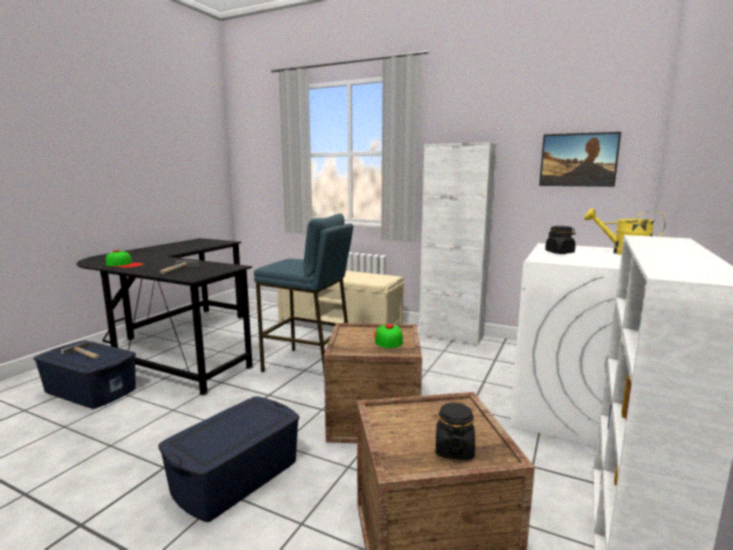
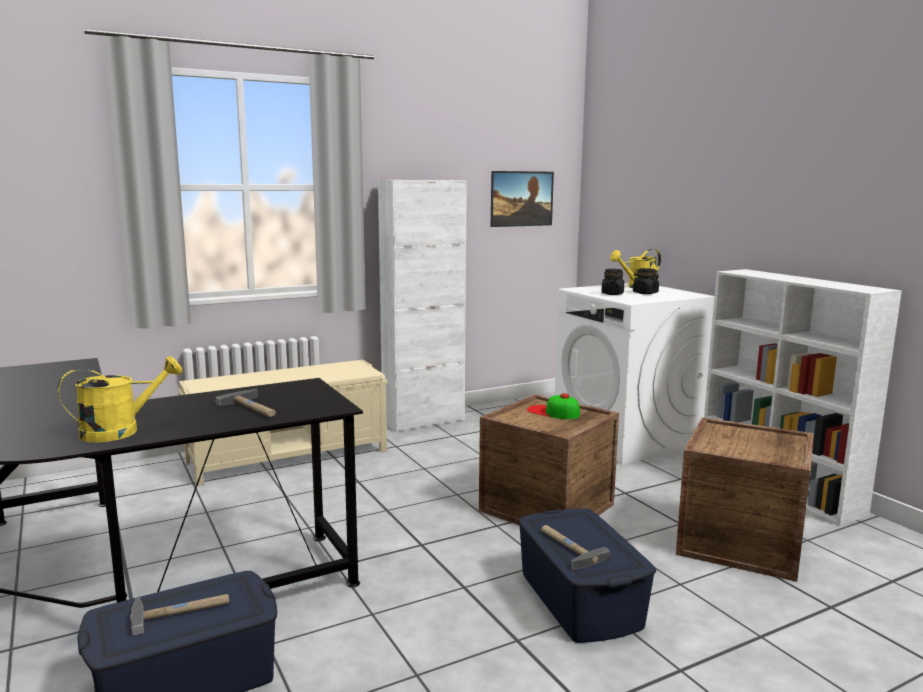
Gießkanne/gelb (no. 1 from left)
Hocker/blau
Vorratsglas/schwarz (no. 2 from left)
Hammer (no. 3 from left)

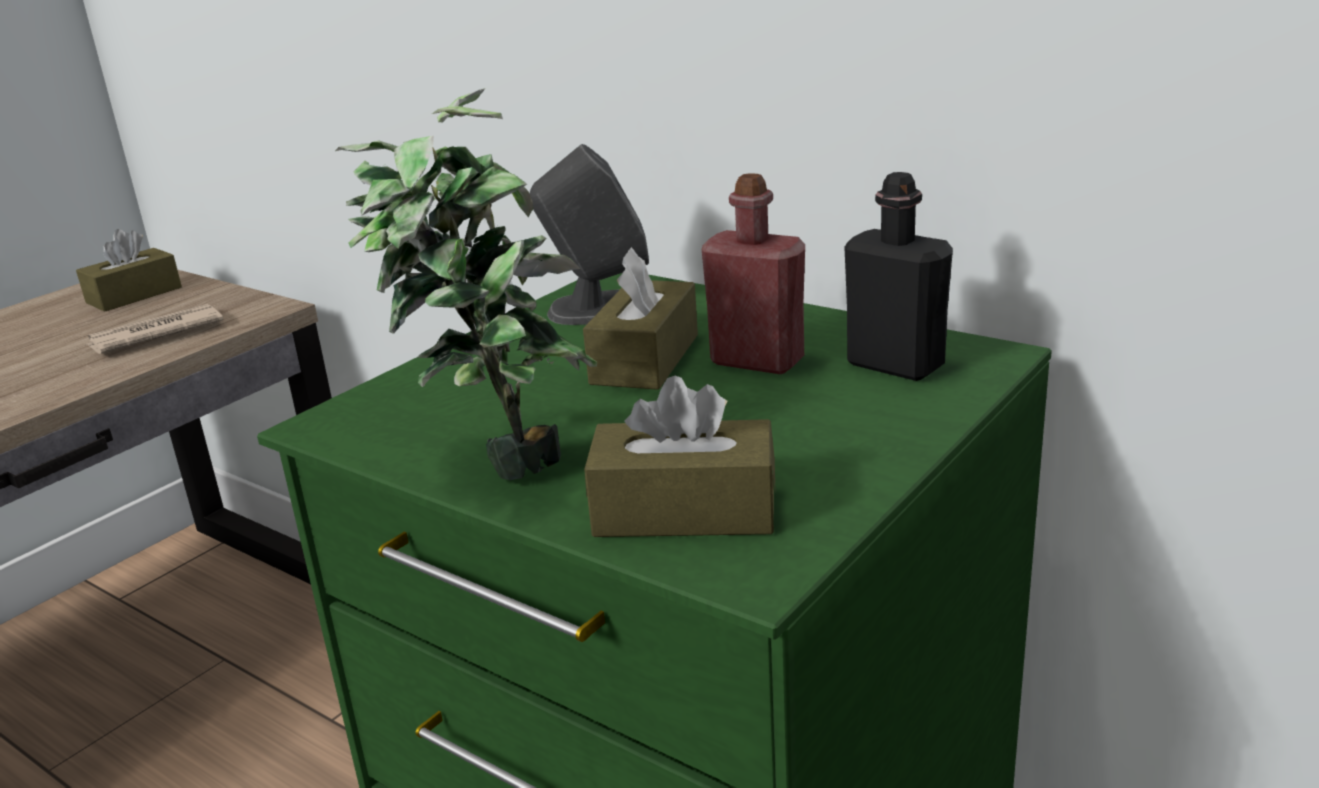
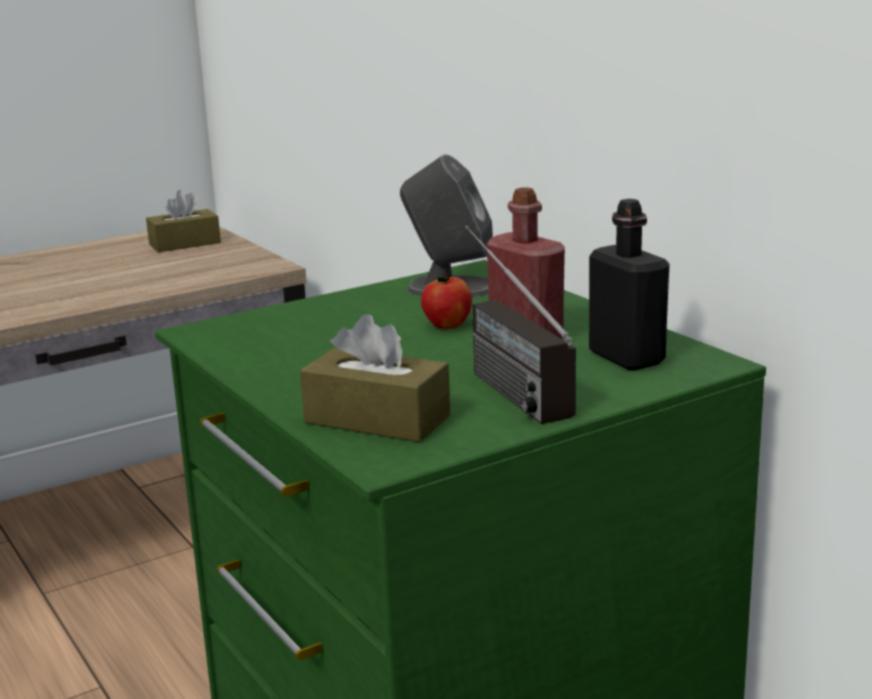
Zeitung
Topfpflanze
Apfel
Radio

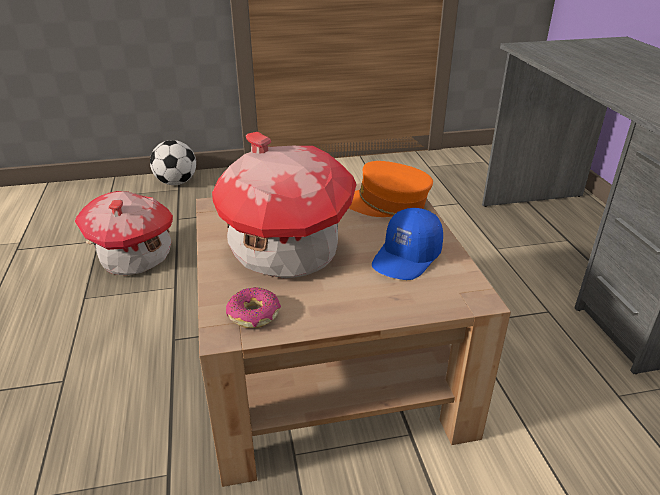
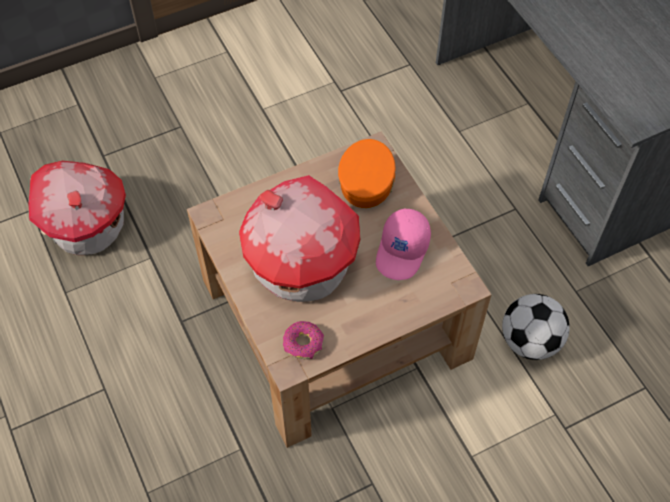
Fußball
Kappe/orange
Kappe/rosa

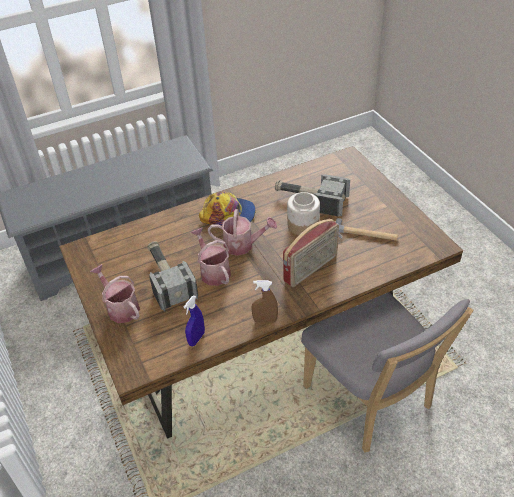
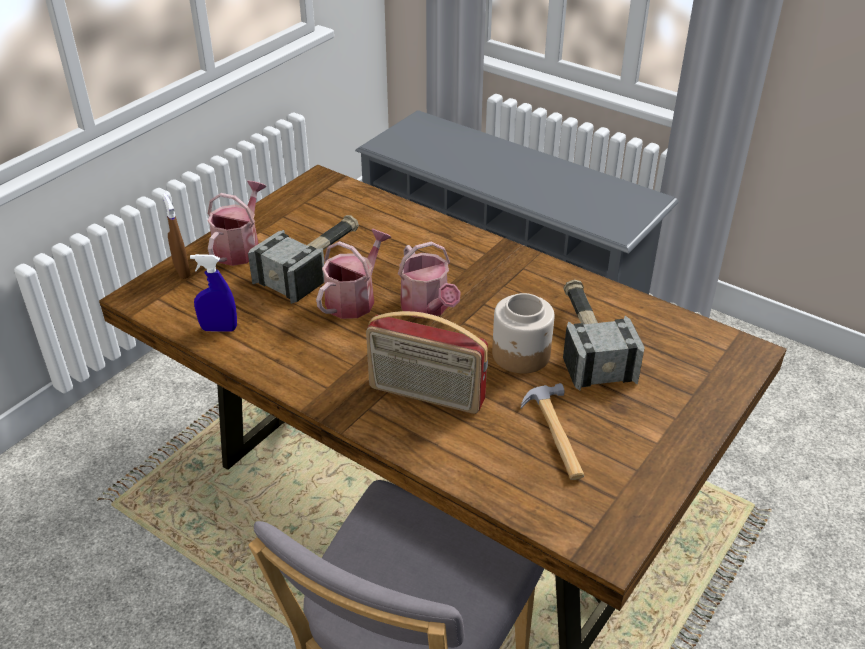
Kappe
Sprühflasche/braun

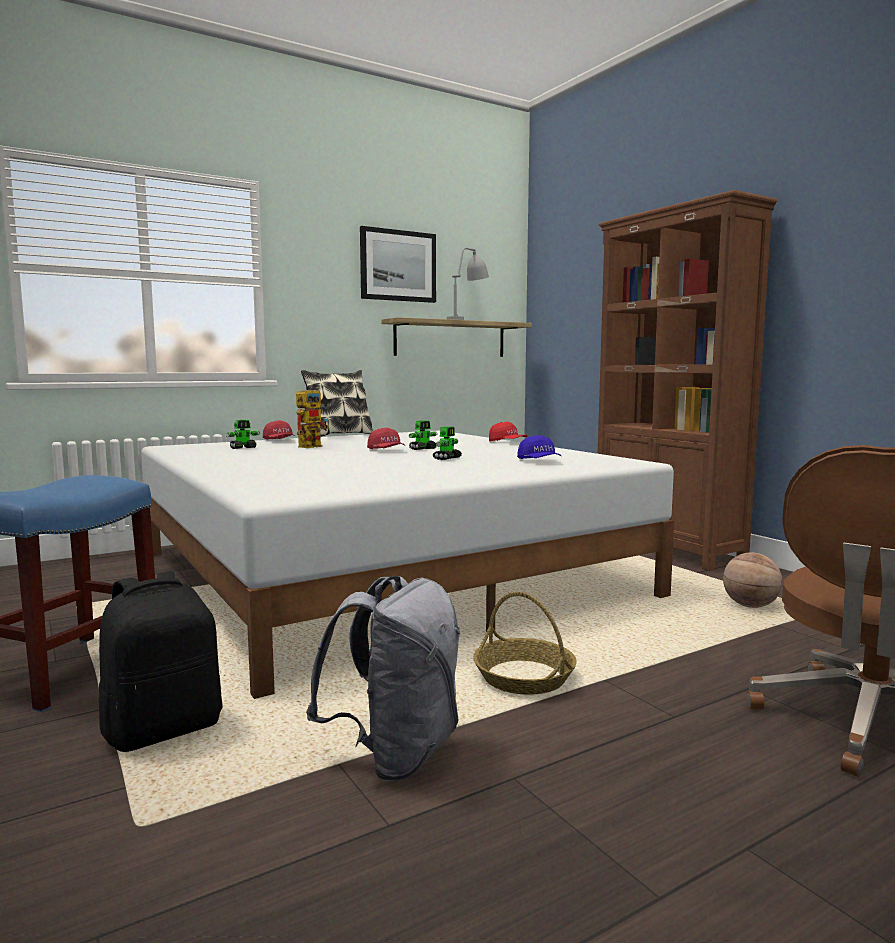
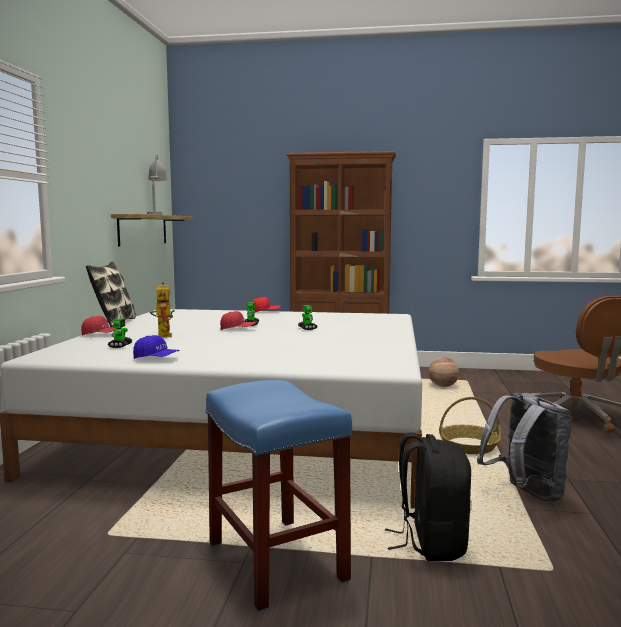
Bild
Kappe/blau

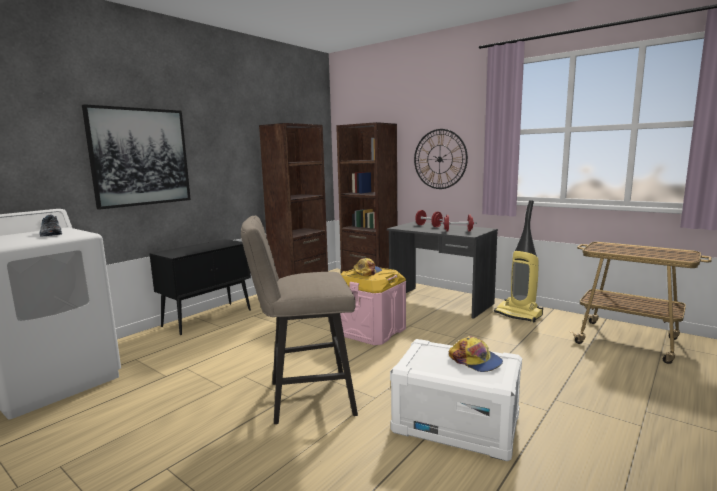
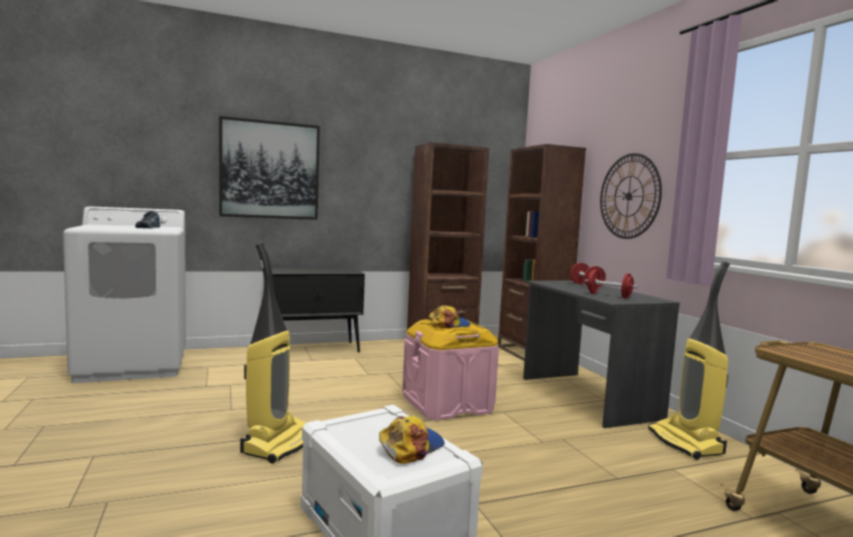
Staubsauger (no. 1 from left)
Kappe (no. 1 from left)

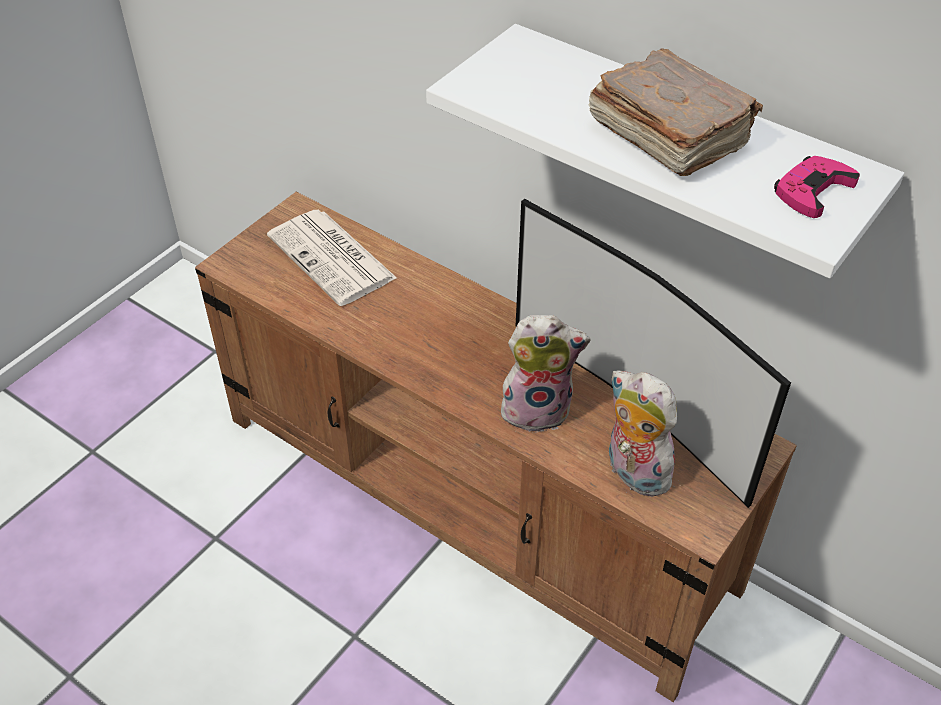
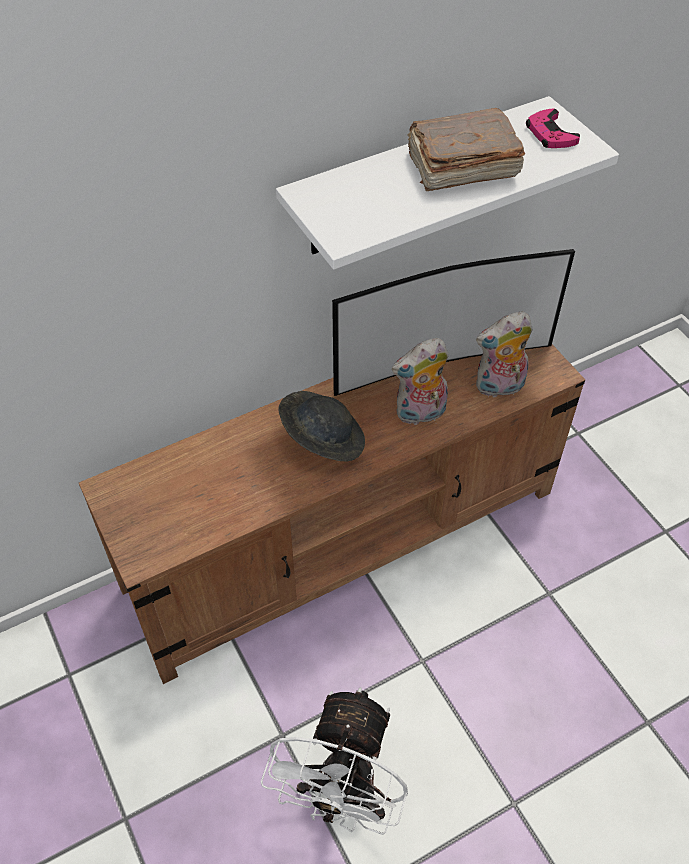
Zeitung
Plüschtier (no. 1 from left)
Ventilator/weiß
Hut/grau

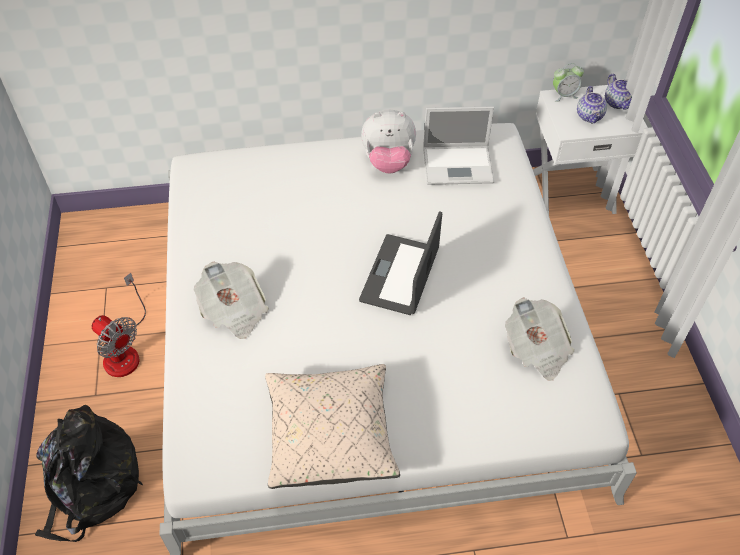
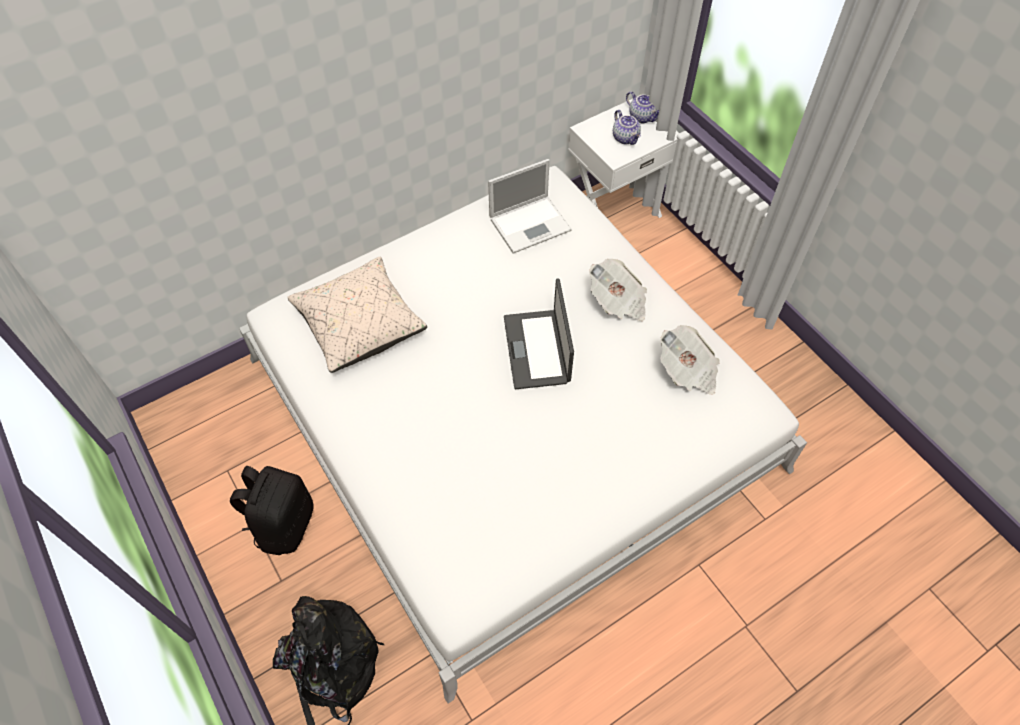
Rucksack/schwarz (no. 1 from left)
Zeitung (no. 1 from left)
Kissen/beige
Plüschtier
Wecker

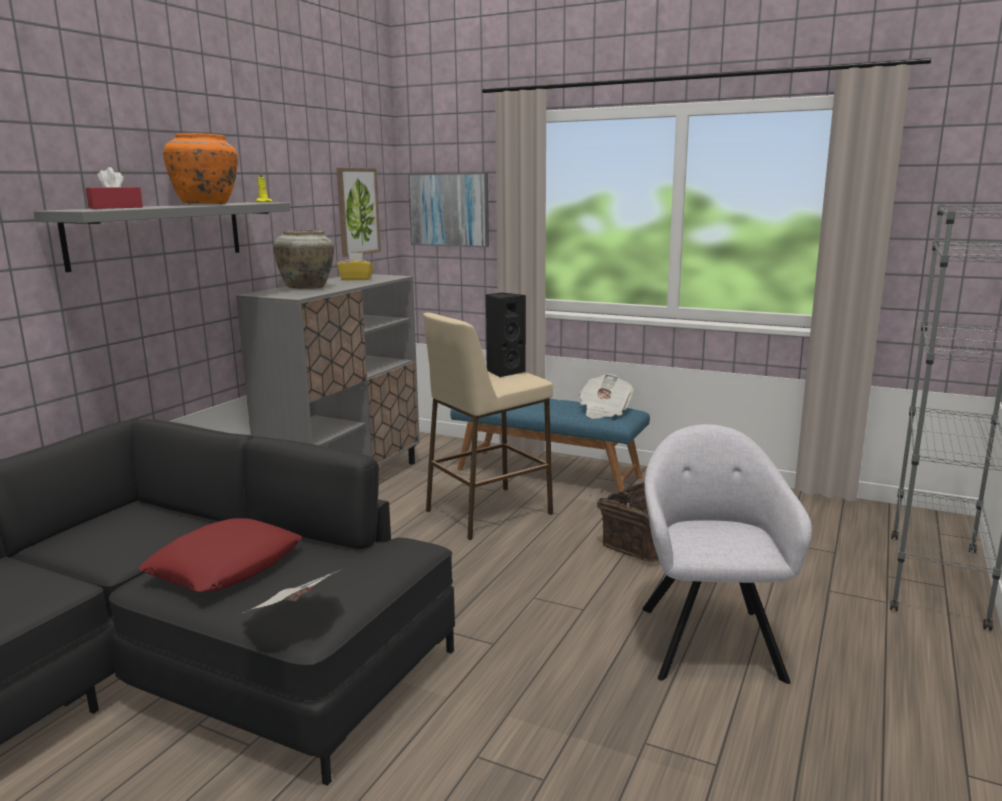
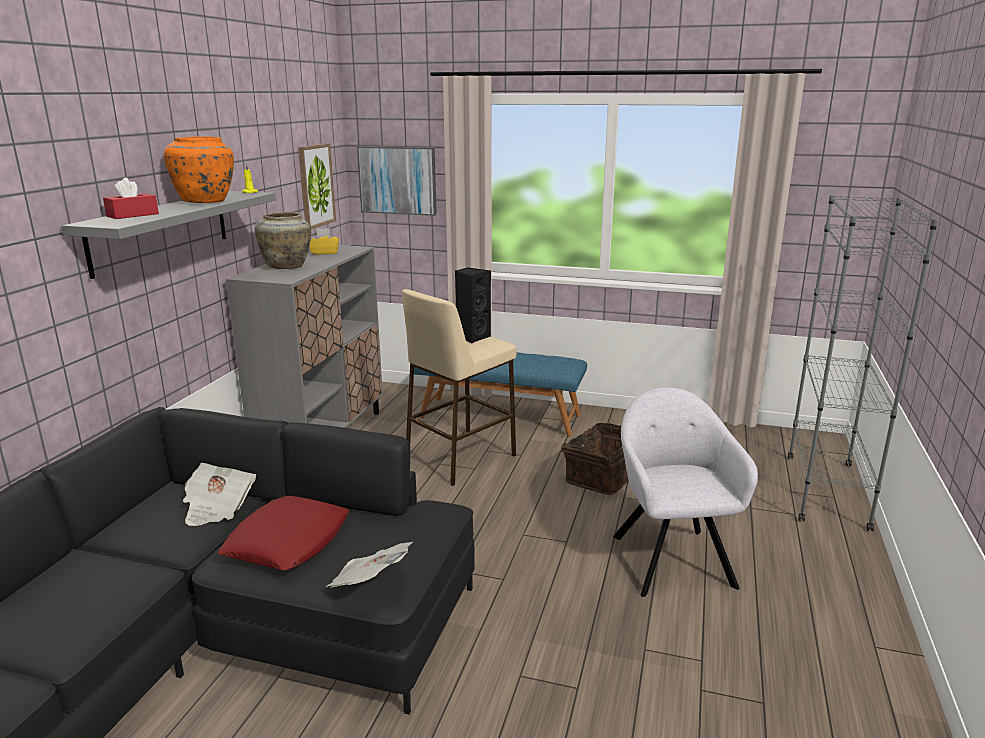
Zeitung (no. 1 from left)

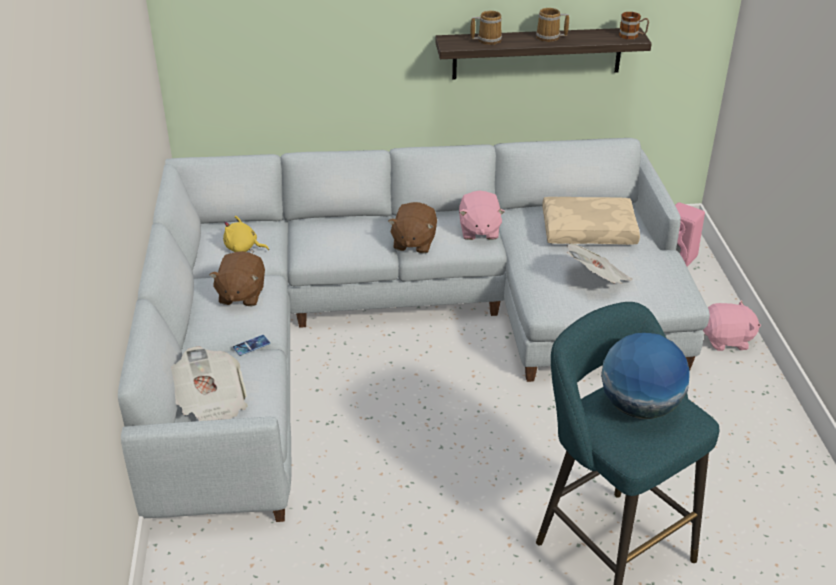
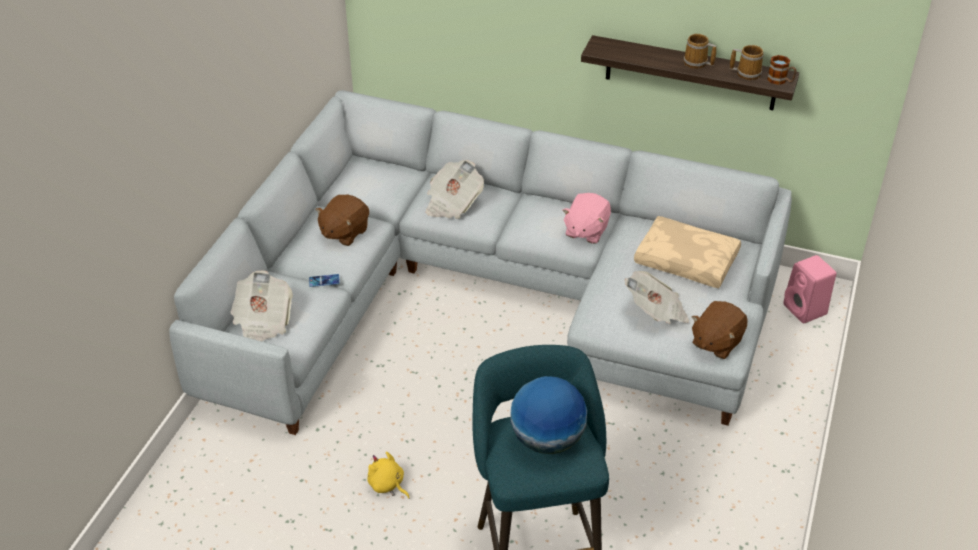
Plüschtier/gelb
Plüschtier/braun (no. 2 from left)
Henkelbecher (no. 2 from left)
Plüschtier/rosa (no. 2 from left in the first image)
Zeitung (no. 2 from left)

